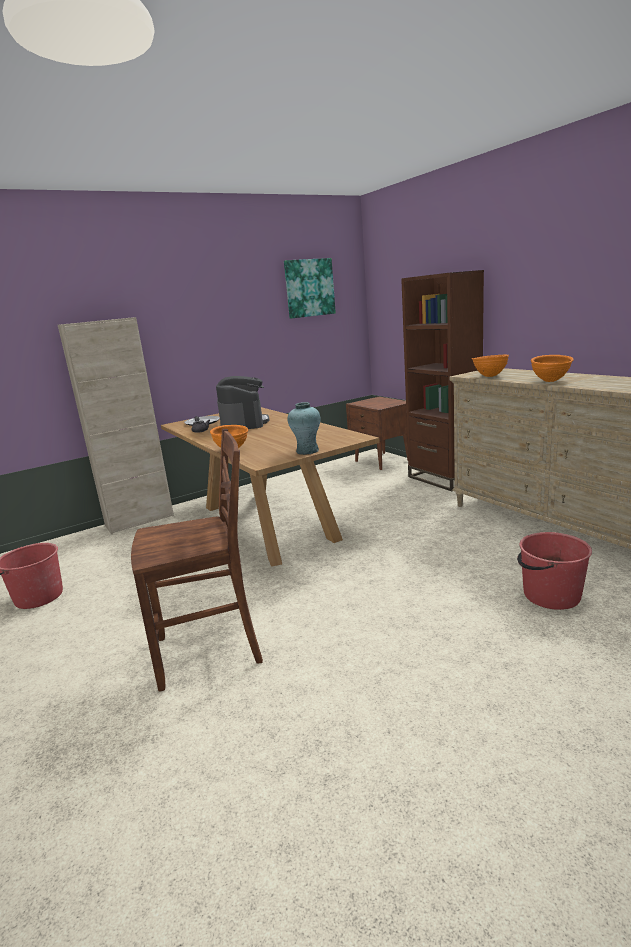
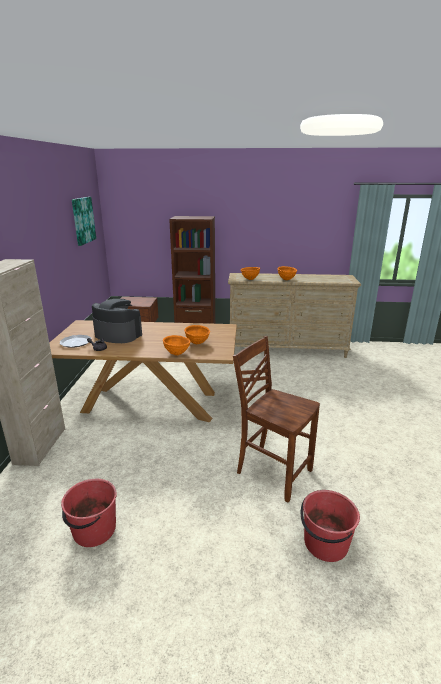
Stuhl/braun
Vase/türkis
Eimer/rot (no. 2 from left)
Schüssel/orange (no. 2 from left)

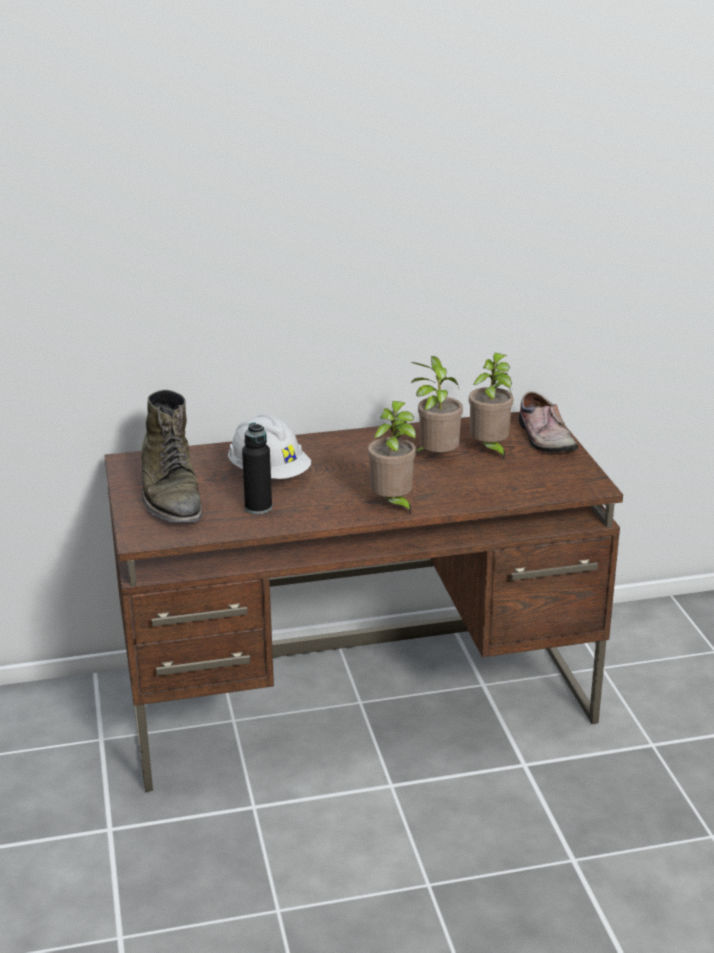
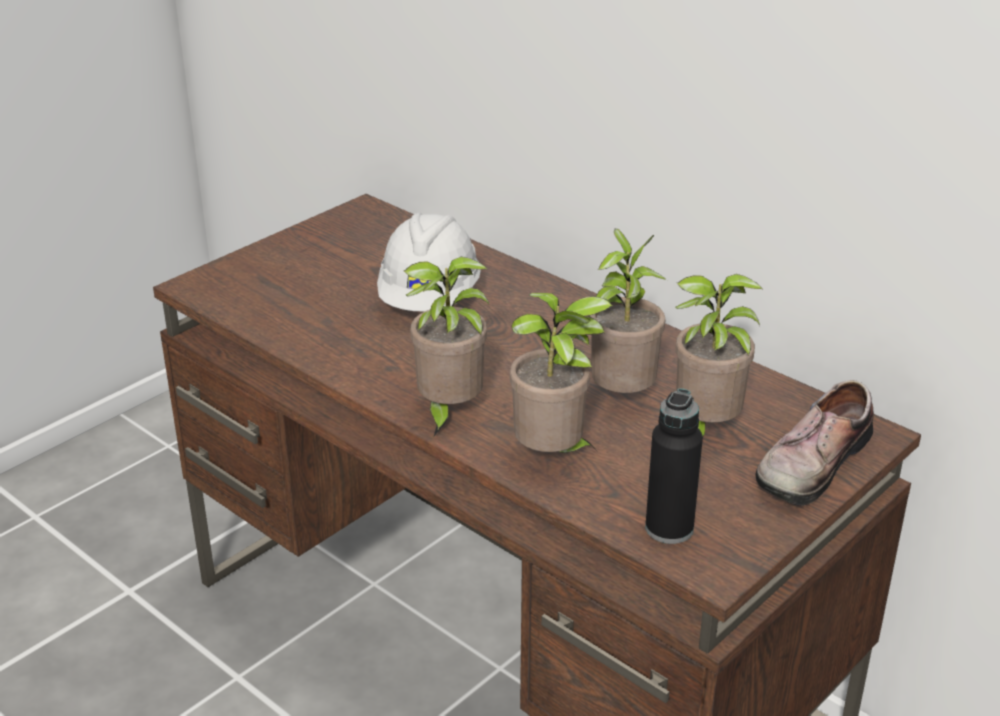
Stiefel/grün
Flasche/schwarz
Topfpflanze (no. 2 from left)

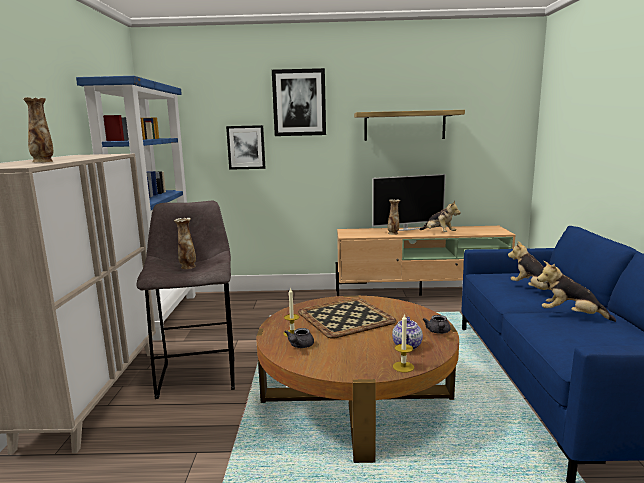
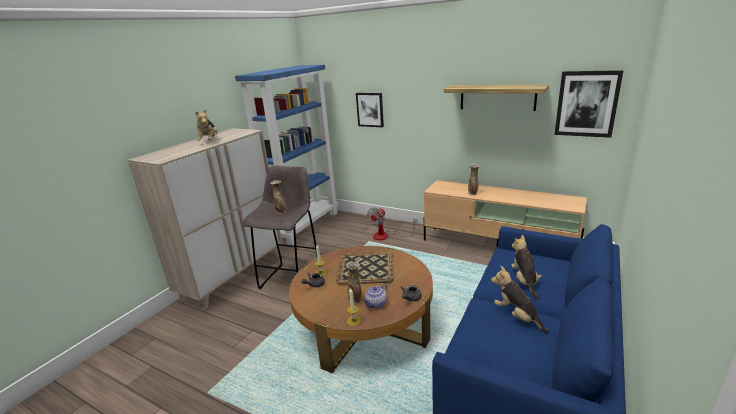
Vase (no. 2 from left)
Bild (no. 2 from left)
Fernseher
Plüschtier (no. 1 from left)
Ventilator

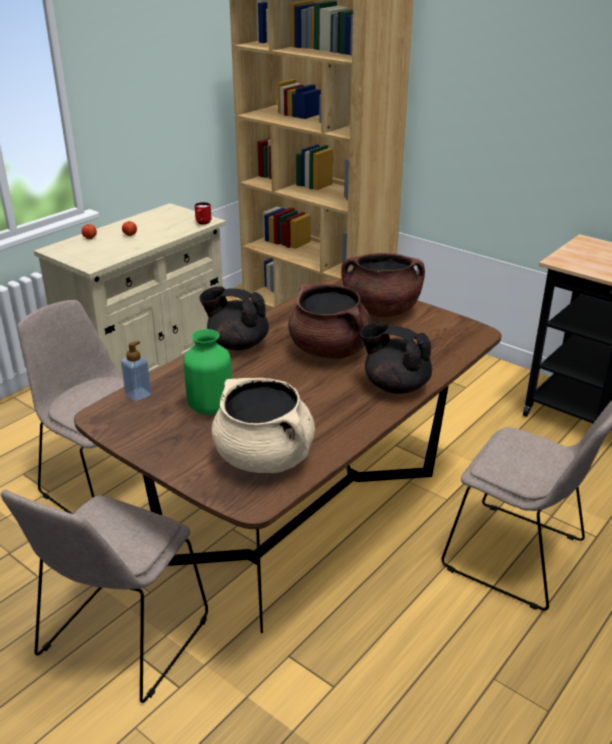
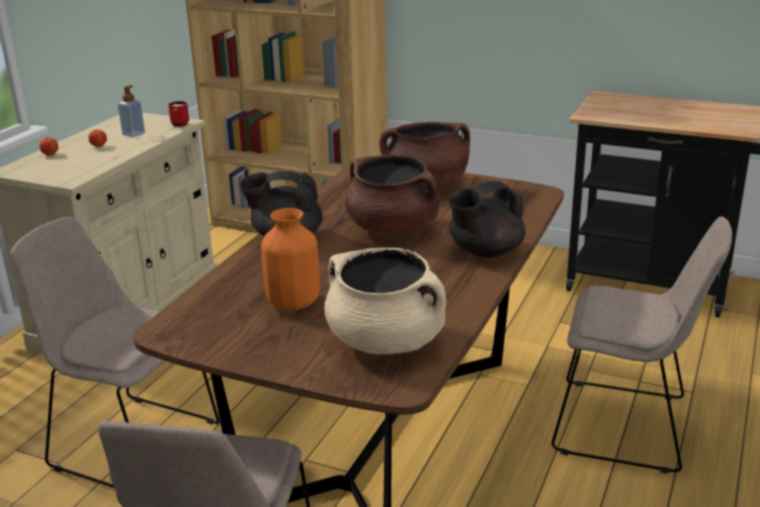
Seifenspender
Vase/orange
Teekanne/schwarz (no. 2 from left)

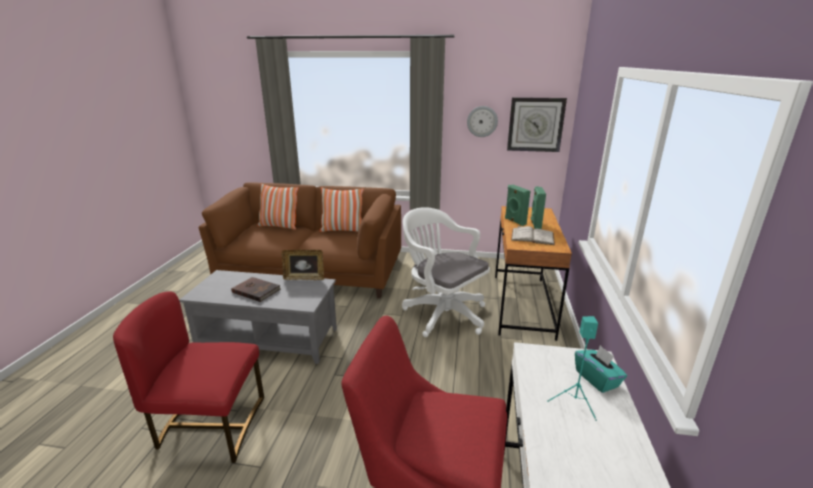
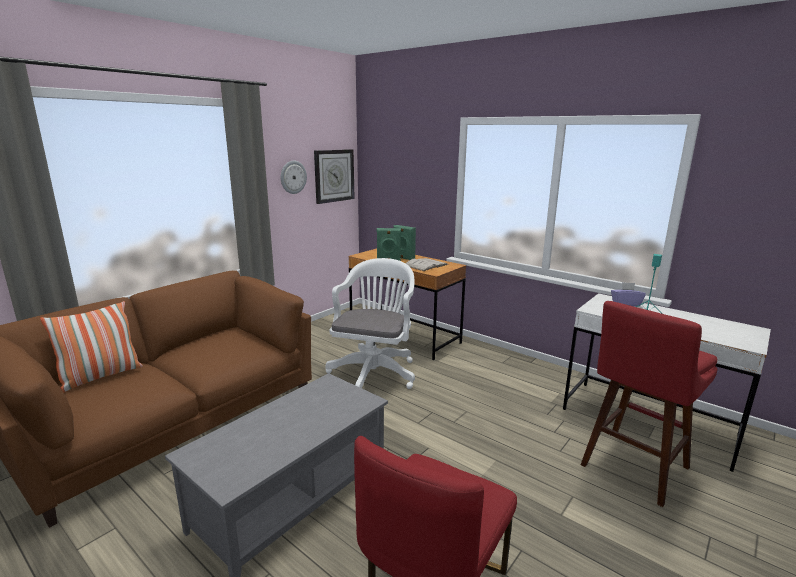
Buch/braun
Bilderrahmen
Kissen (no. 2 from left in the first image)
Bürostuhl/weiß
Taschentuchbox/lila

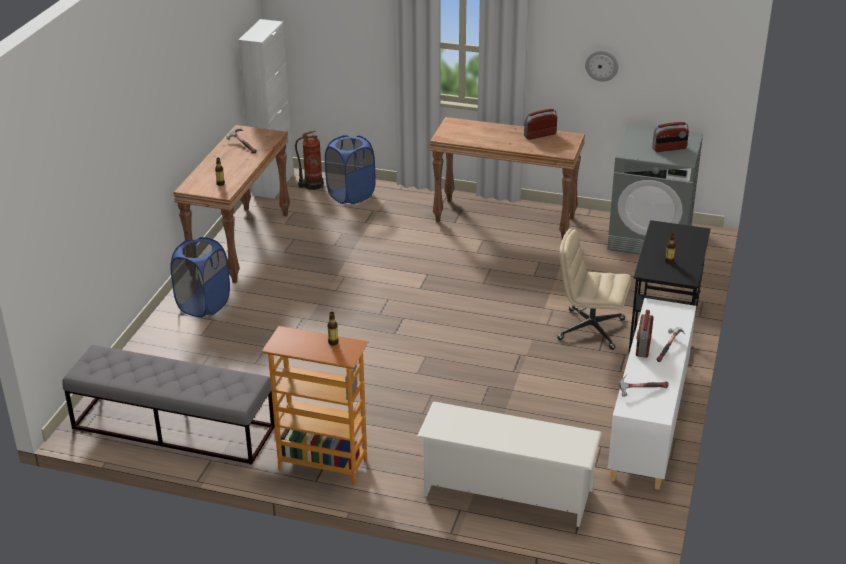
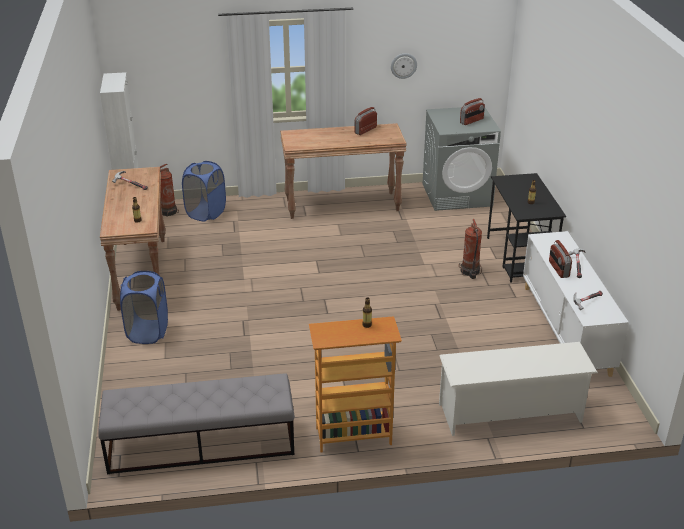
Feuerlöscher (no. 2 from left)

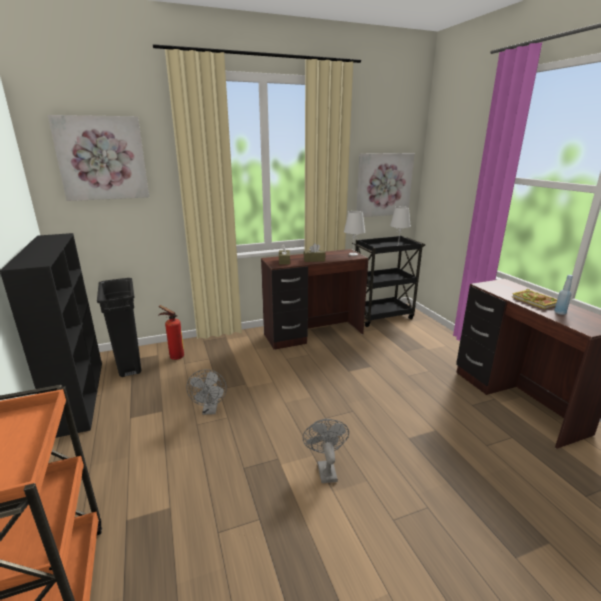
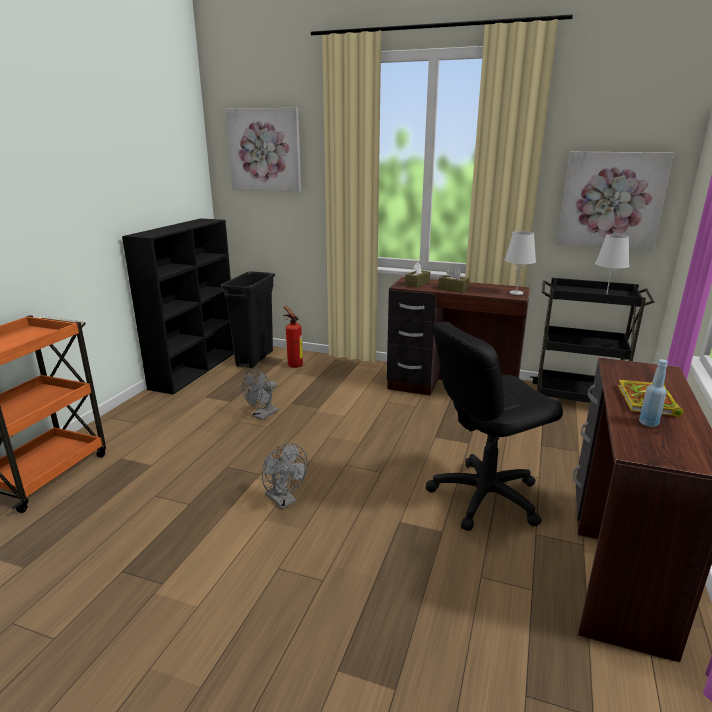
Ventilator/grau (no. 2 from left)
Bürostuhl/schwarz

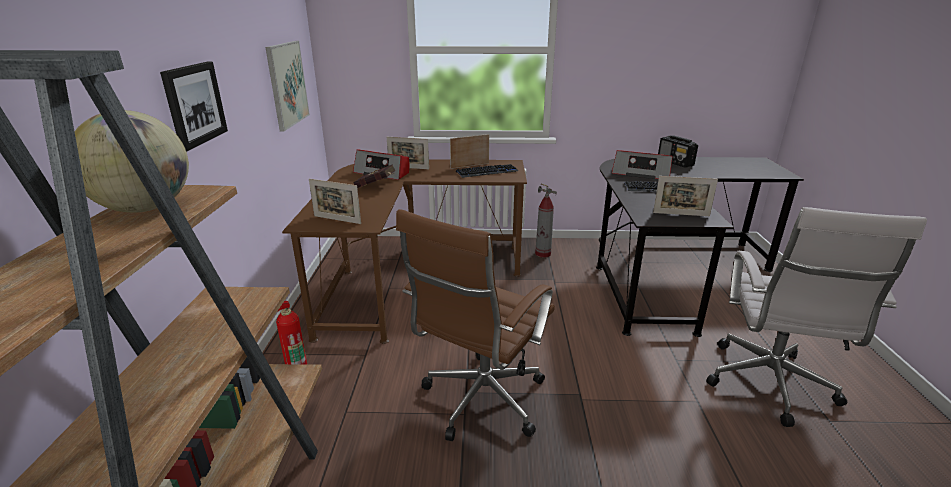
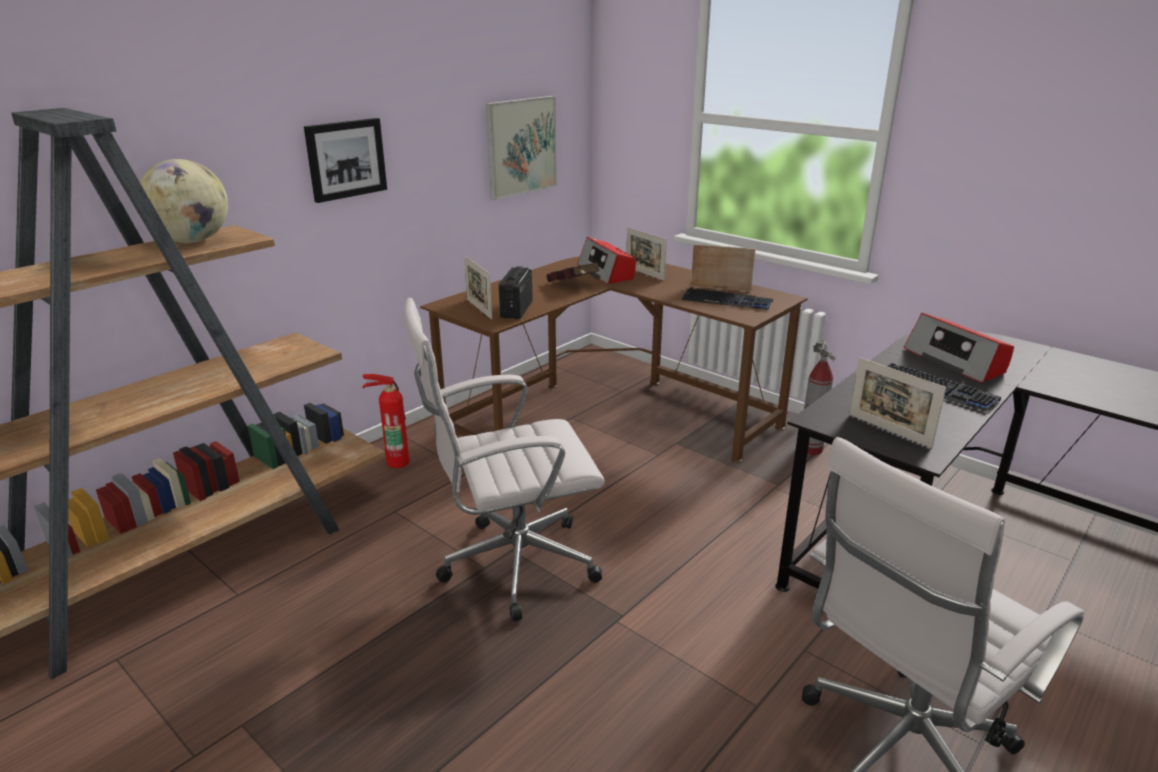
Bürostuhl/weiß (no. 1 from left)
Radio (no. 1 from left)

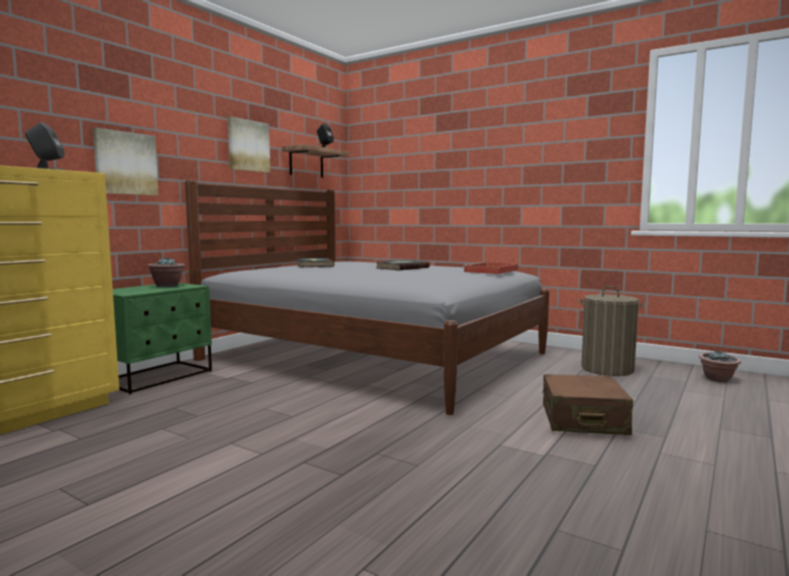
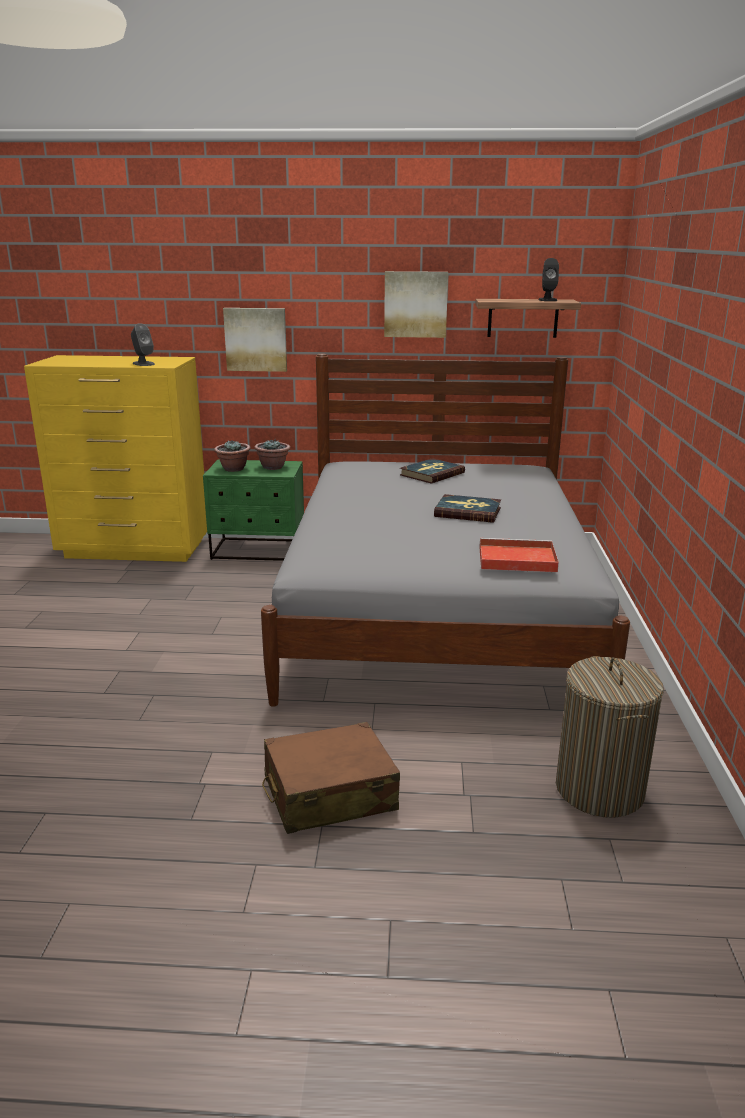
Topfpflanze (no. 1 from left)

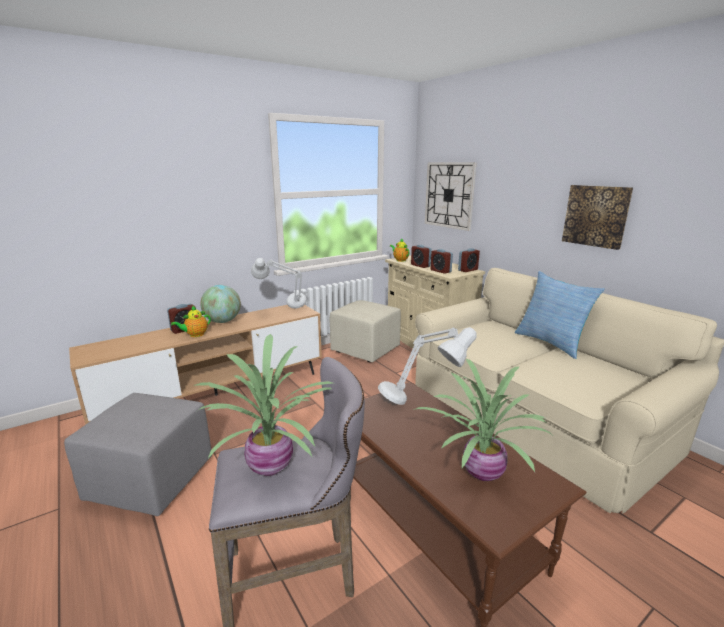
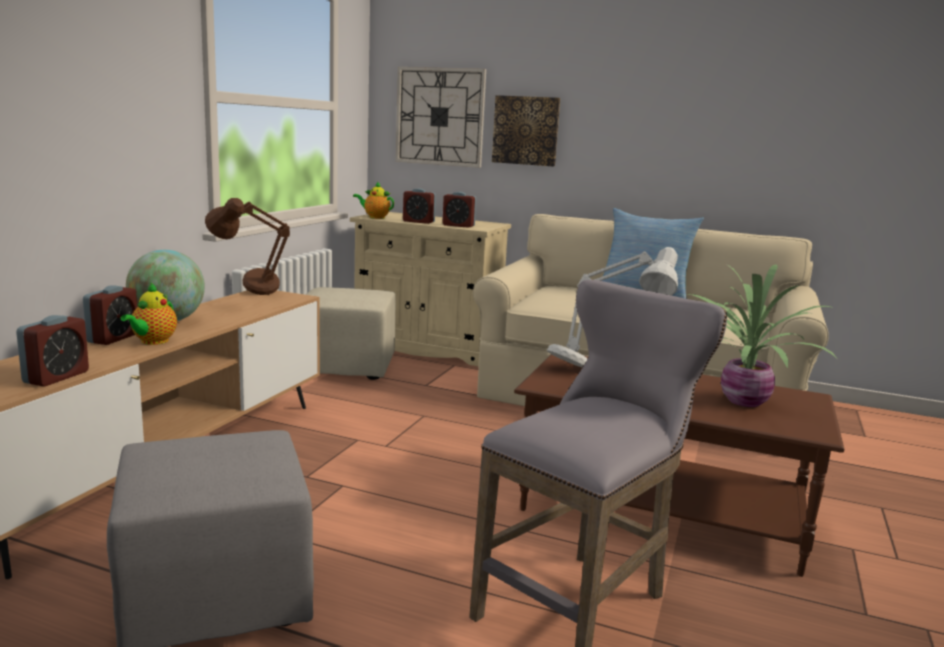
Topfpflanze (no. 1 from left in the first image)
Tischlampe/braun
Wecker (no. 1 from left)
Bild

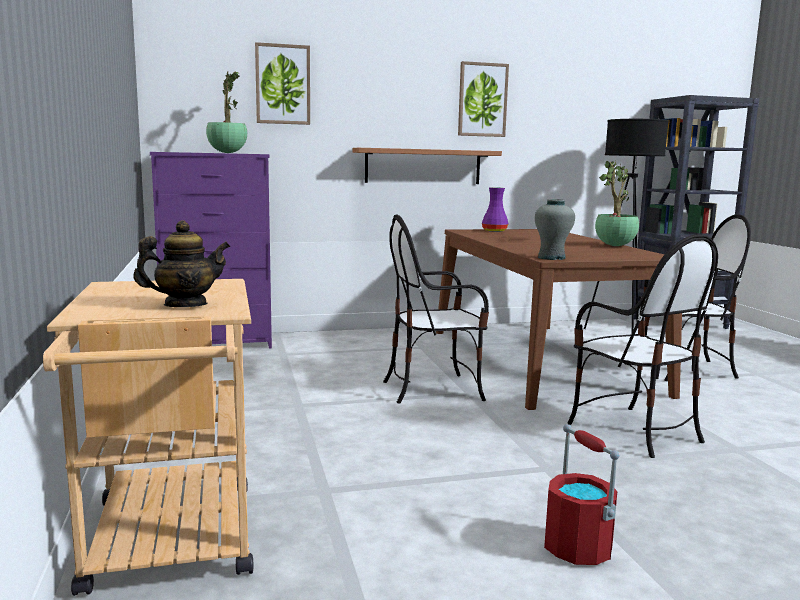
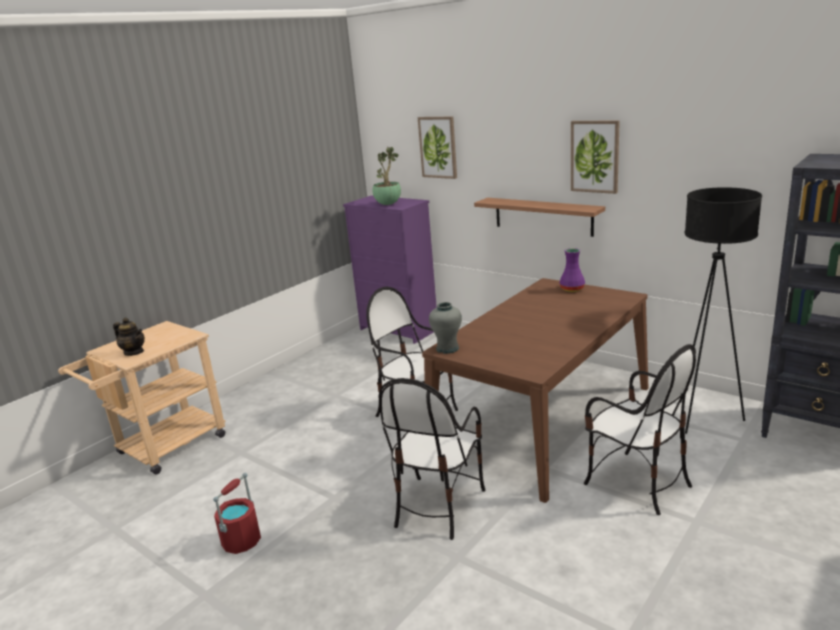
Topfpflanze (no. 2 from left in the first image)

